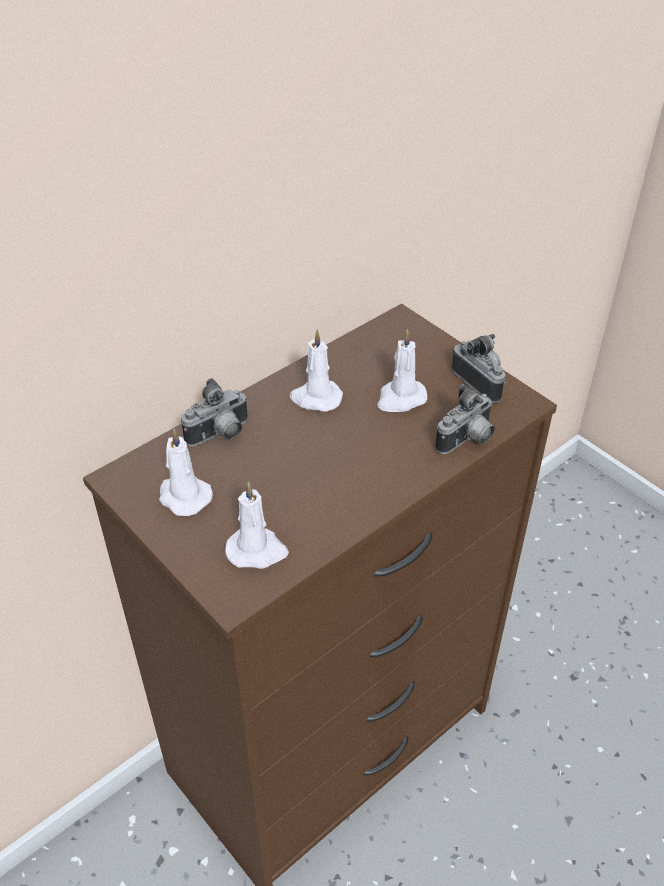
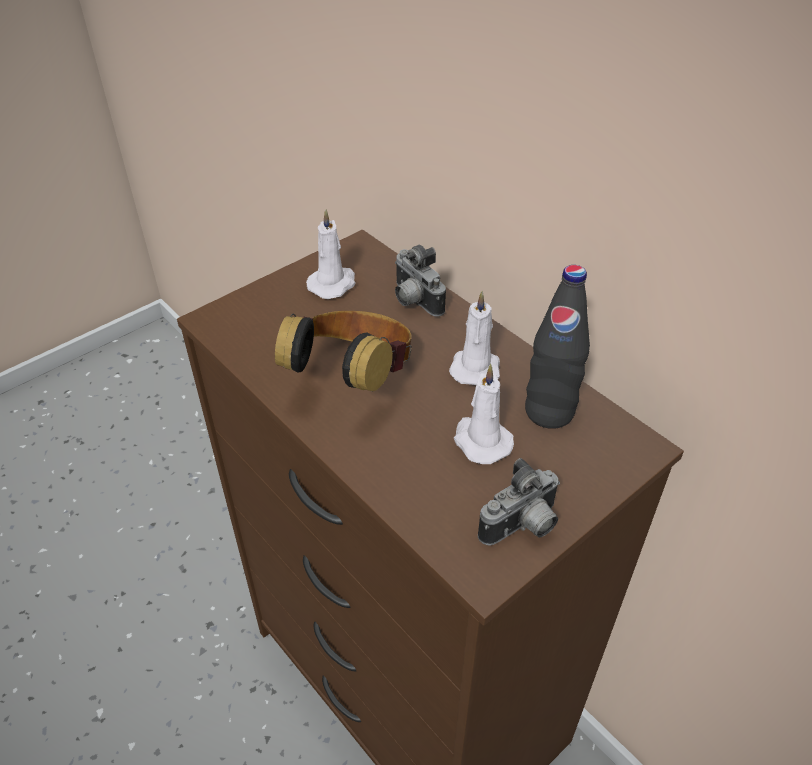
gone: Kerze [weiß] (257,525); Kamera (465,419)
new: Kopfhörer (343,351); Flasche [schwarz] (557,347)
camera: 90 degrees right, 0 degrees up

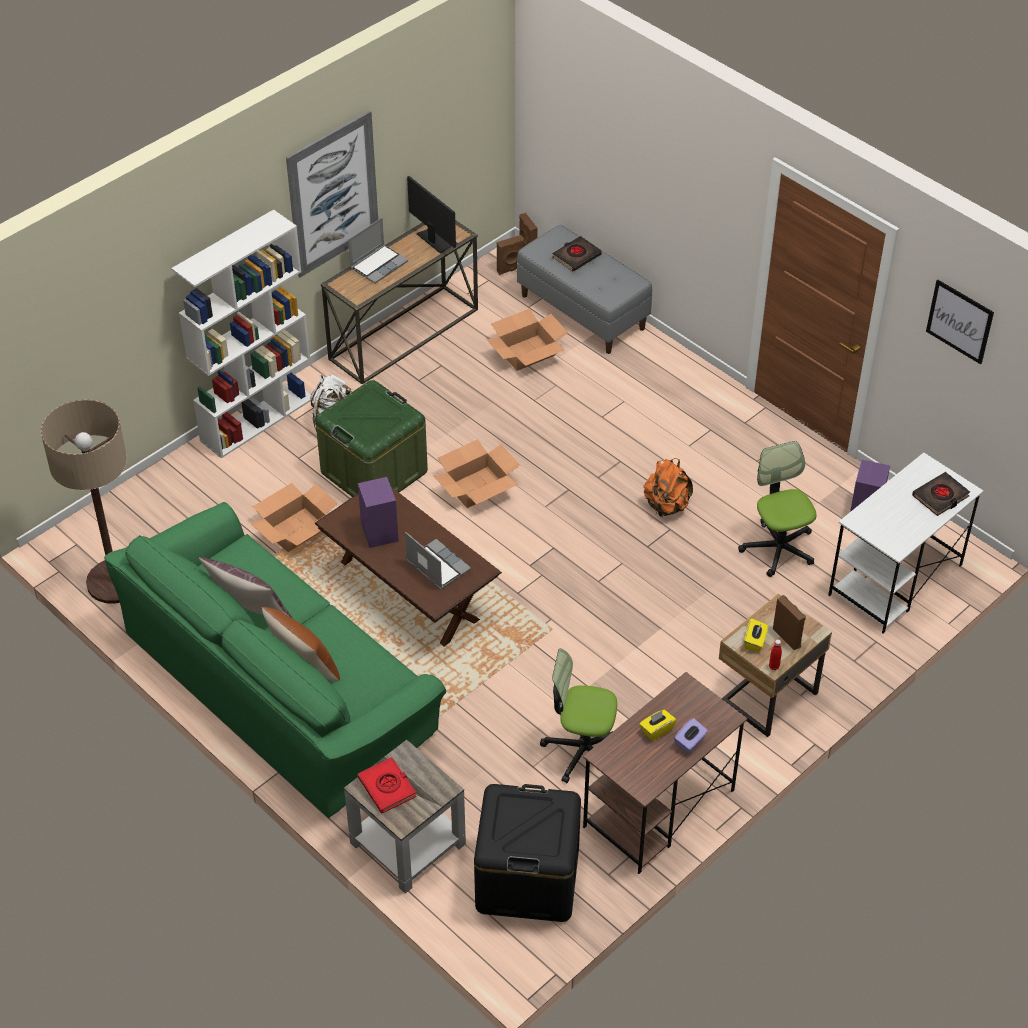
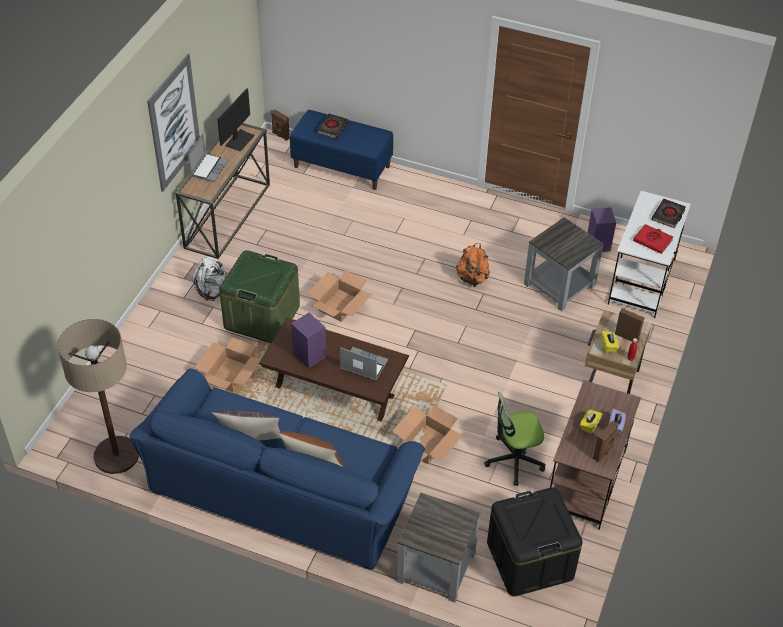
gone: Bücherregal [weiß] (242,334); Bild (960,322)
shifted: Karton (527,339) to (428,434); Lautsprecher [braun] (510,255) to (605,441); Buch [rot] (387,785) to (653,239)
swapped: Bürostuhl (777,509) to Beistelltisch [grau] (564,264)
repainted: Sofa [grün] (275,660) to Sofa [blau] (277,469); Bank [grau] (584,289) to Bank [blau] (341,150)
rotated: Monitor (432,215) = (236,119) 90 degrees clockwise
camera: 25 degrees left, 0 degrees up

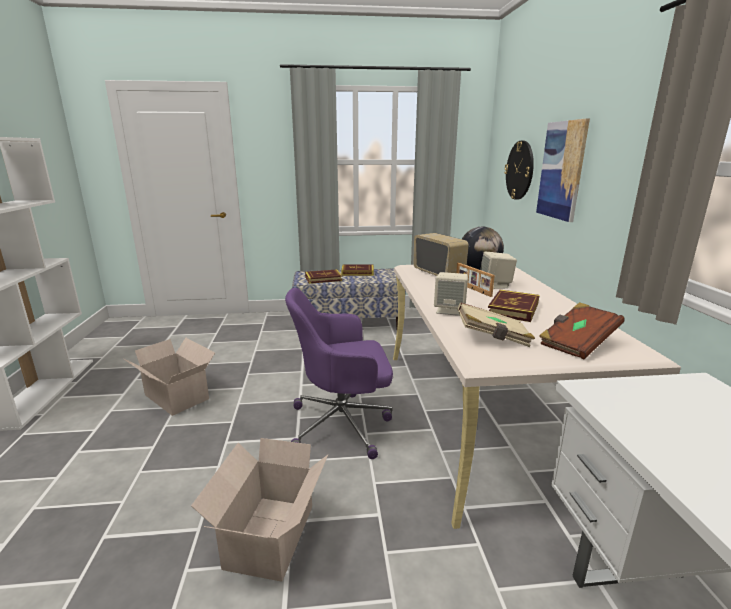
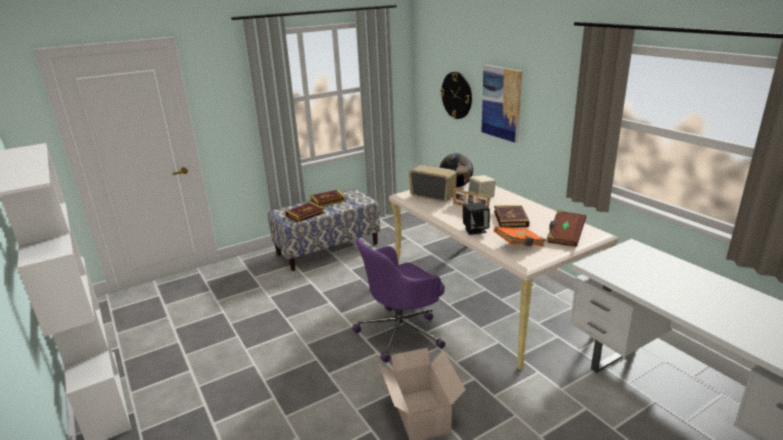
gone: Karton (169,377)
repainted: Lautsprecher [beige] (451,294) to Lautsprecher [schwarz] (476,218); Buch [beige] (496,324) to Buch [orange] (520,236)
camera: 25 degrees left, 5 degrees up

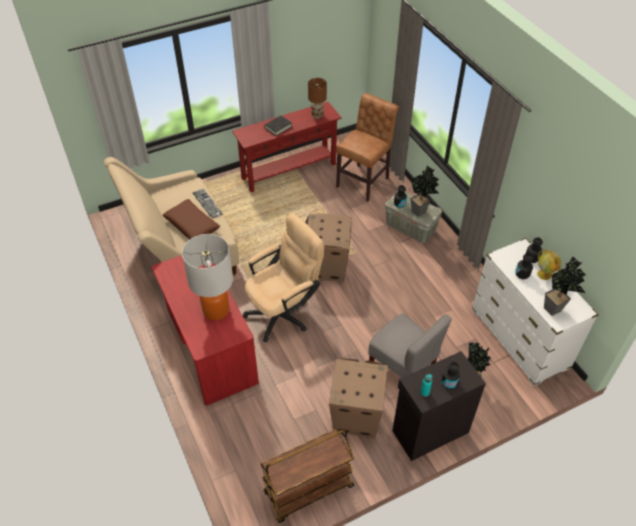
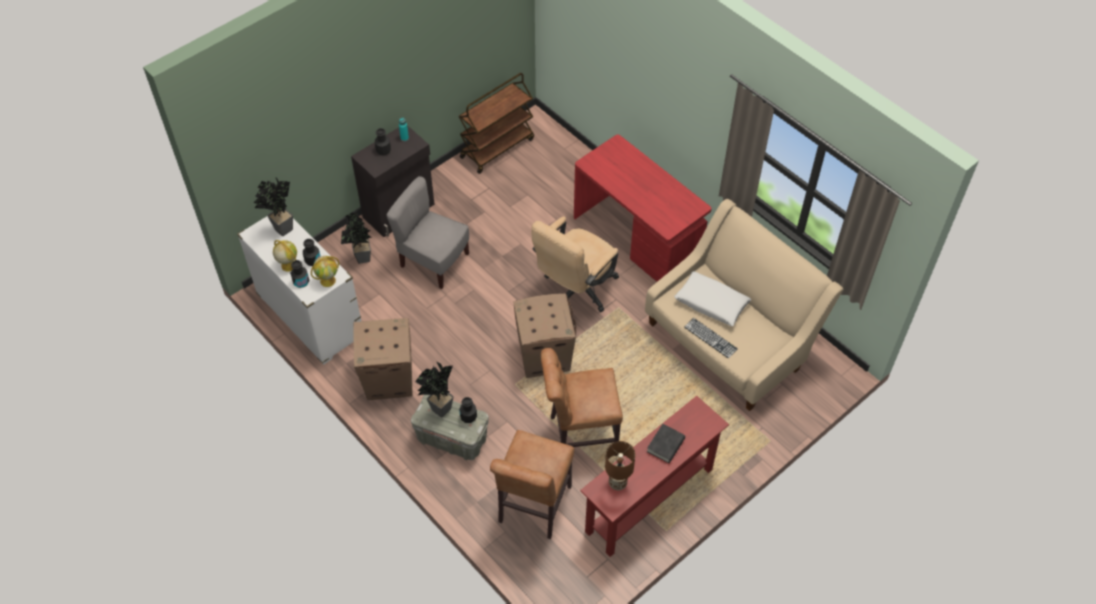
gone: Tischlampe (207,277)
new: Globus (325,271); Stuhl [braun] (582,402)
shifted: Karton (358,398) to (383,359)
repainted: Kissen [braun] (191,219) to Kissen [weiß] (712,298)
camera: 165 degrees right, 5 degrees up

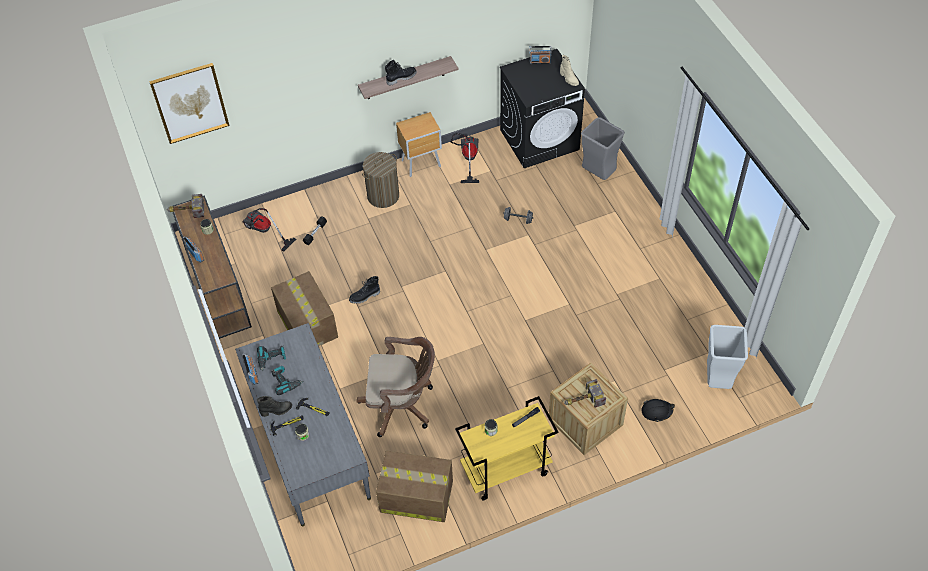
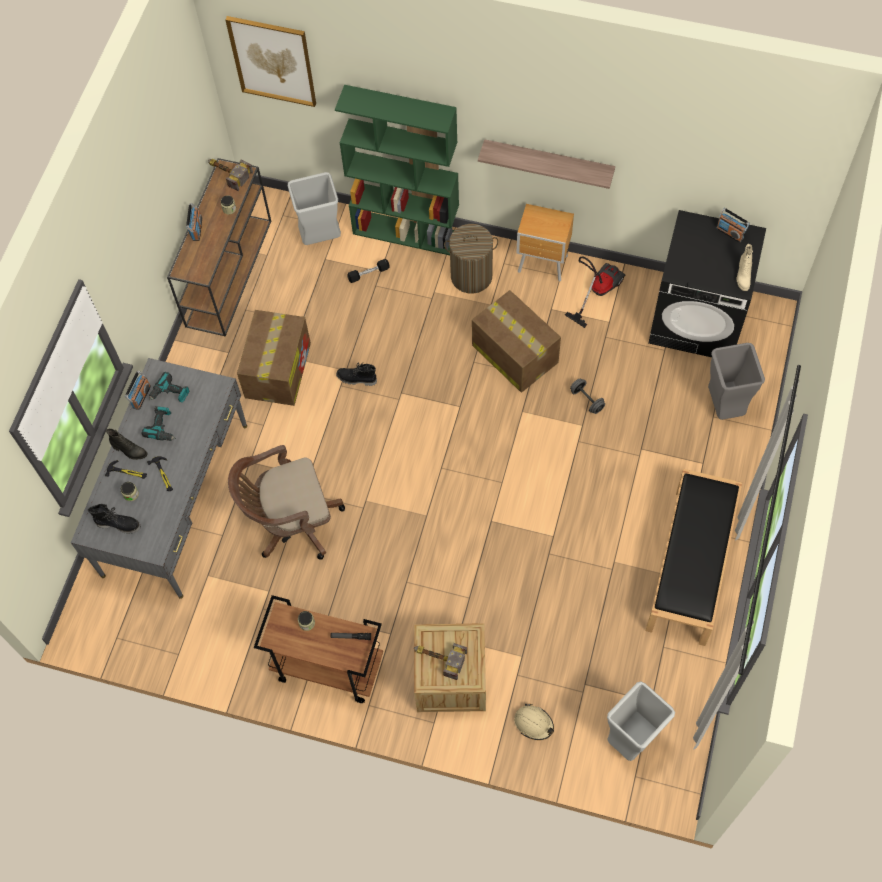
new: Bücherregal [grün] (397,170); Bank [schwarz] (694,557)
shifted: Stiefel [schwarz] (401,73) to (114,519); Karton (414,486) to (516,341)
swapped: Staubsauger (269,230) to Mülleimer [grau] (314,208)
repainted: Rollwagen [gelb] (506,448) to Rollwagen [braun] (318,649); Schutzhelm [schwarz] (658,410) to Schutzhelm [beige] (534,722)
rotated: Bürostuhl [braun] (395,387) = (286,502) 120 degrees clockwise
camera: 40 degrees right, 10 degrees up

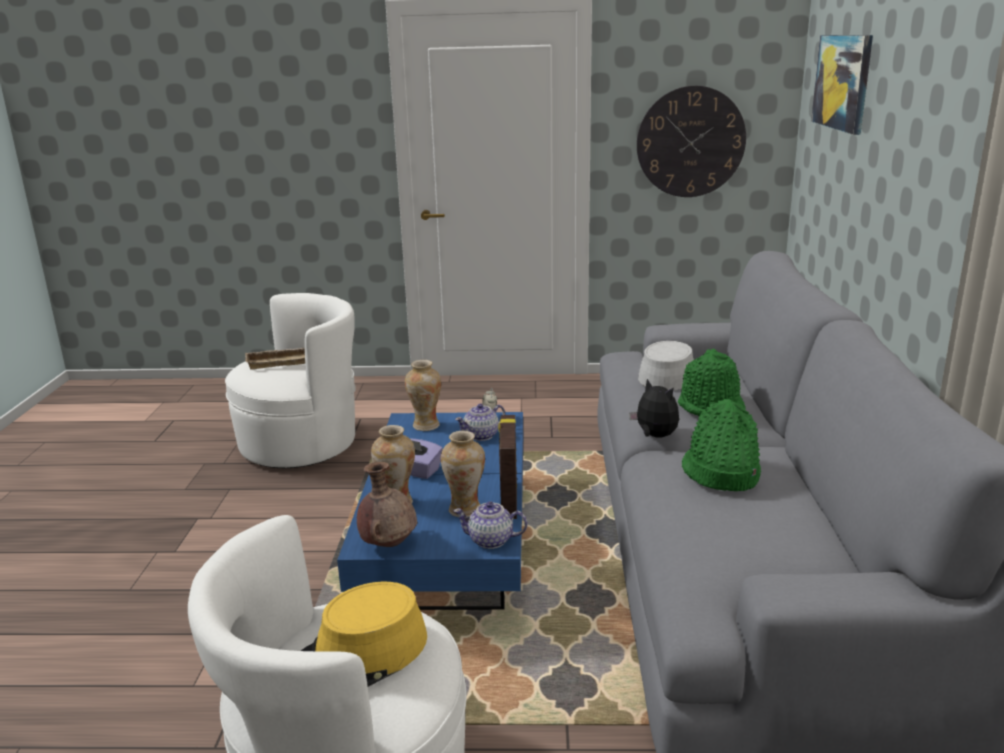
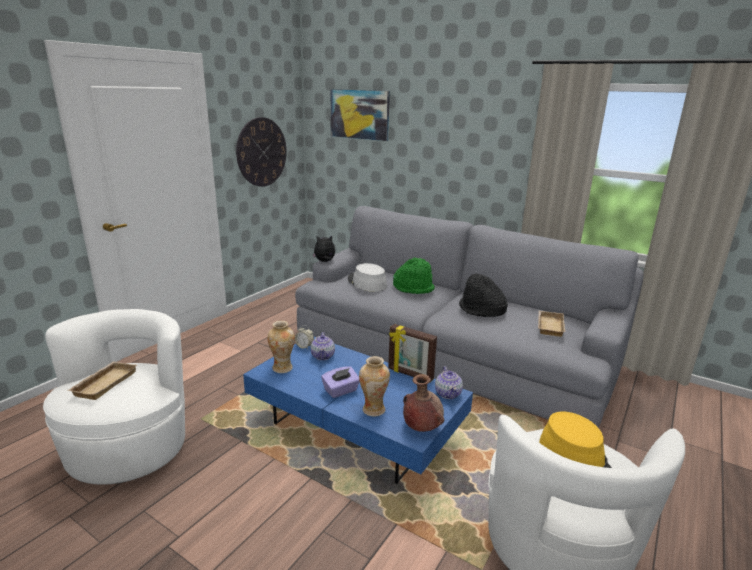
gone: Vase (463,474)
new: Tablett [beige] (552,324)
shifted: Plüschtier (654,408) to (324,249)
repainted: Hut [grün] (721,445) to Hut [schwarz] (483,295)
rotated: Teekanne (490,525) = (449,382) 45 degrees counterclockwise
camera: 60 degrees left, 0 degrees up

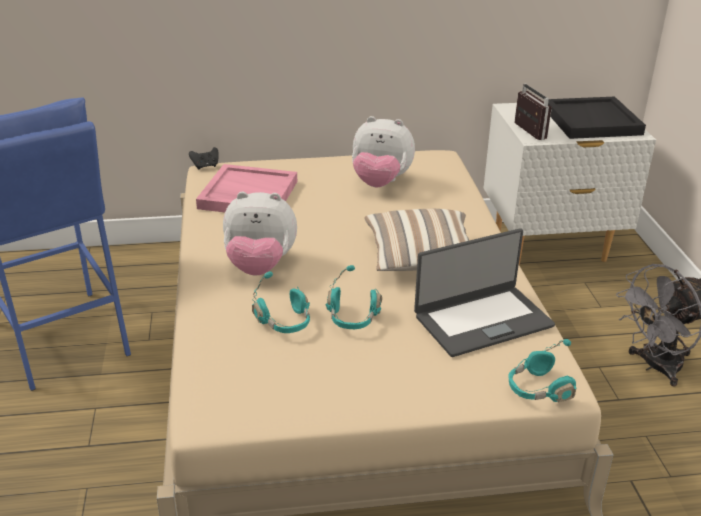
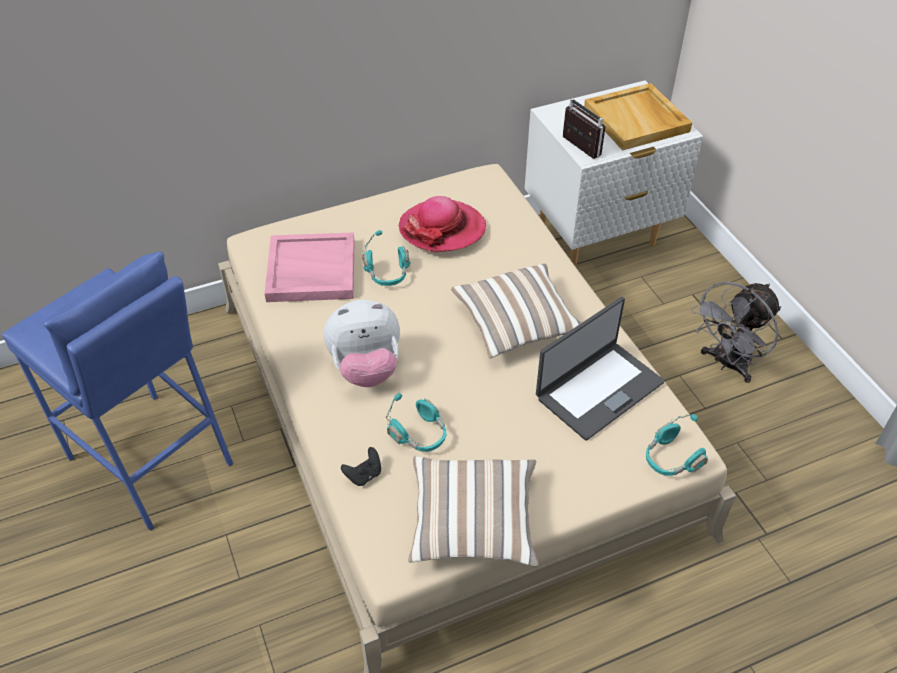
new: Kissen (473,511)
shifted: Gamepad [schwarz] (204,158) to (361,466); Kopfhörer [türkis] (354,297) to (386,258)
swapped: Plüschtier (383,151) to Hut (442,224)
repainted: Tablett [schwarz] (597,118) to Tablett [beige] (638,117)
camera: 15 degrees left, 15 degrees up

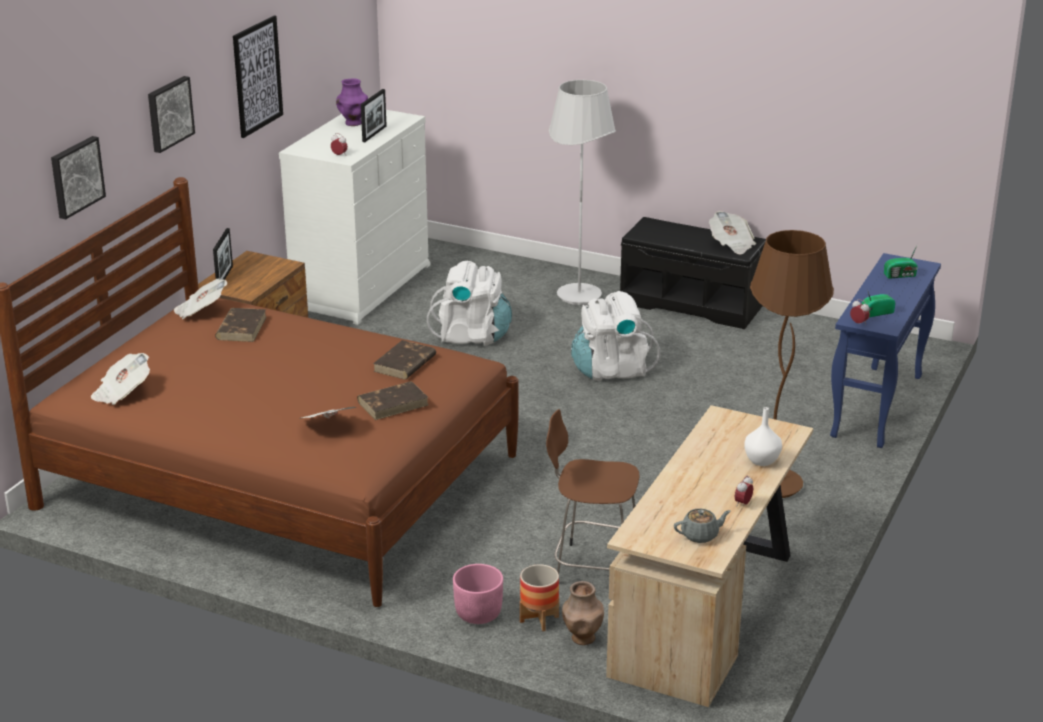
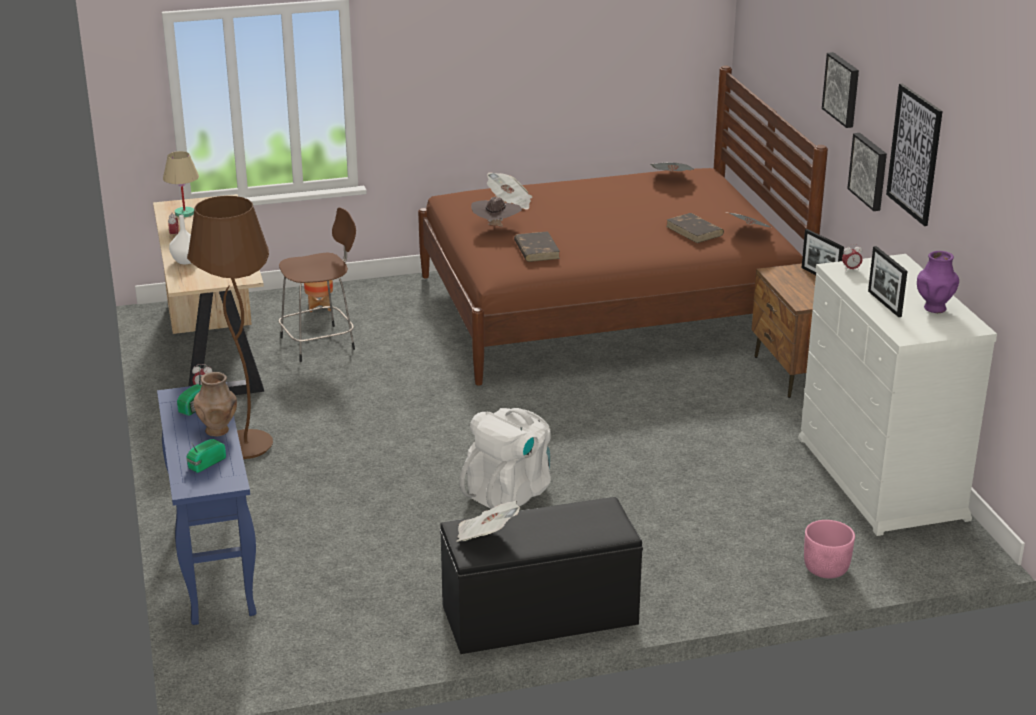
gone: Rucksack [weiß] (469,303); Stehlampe [weiß] (582,192)
shifted: Vase [braun] (583,613) to (215,404); Pflanzkübel [rosa] (478,594) to (829,549); Bild (78,177) to (867,172)
swapped: Teekanne [grau] (702,526) to Tischlampe [beige] (181,184); Buch [braun] (392,400) to Hut [braun] (496,212)
camera: 140 degrees right, 0 degrees up

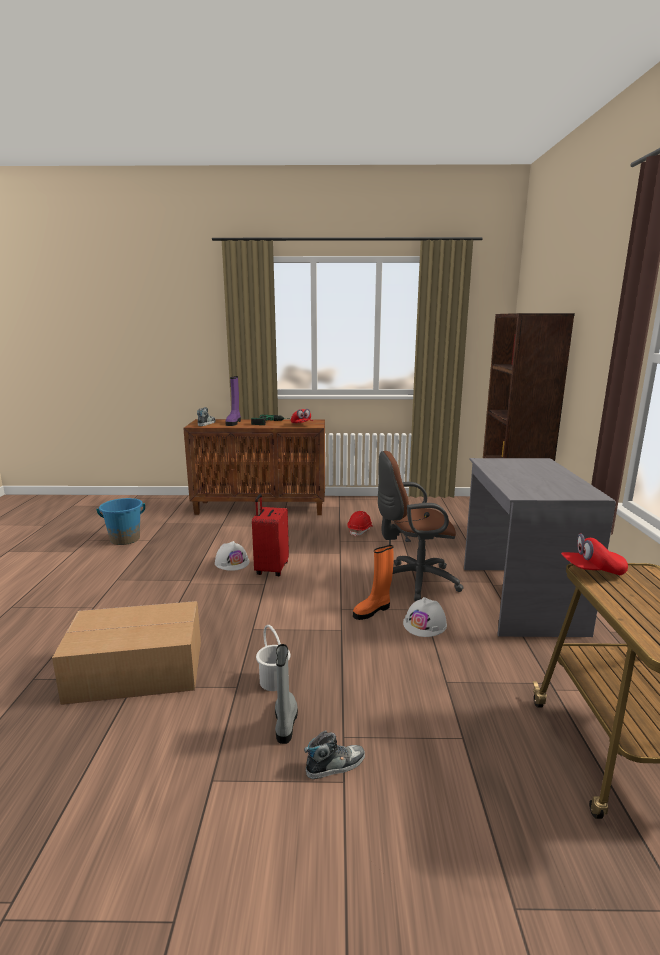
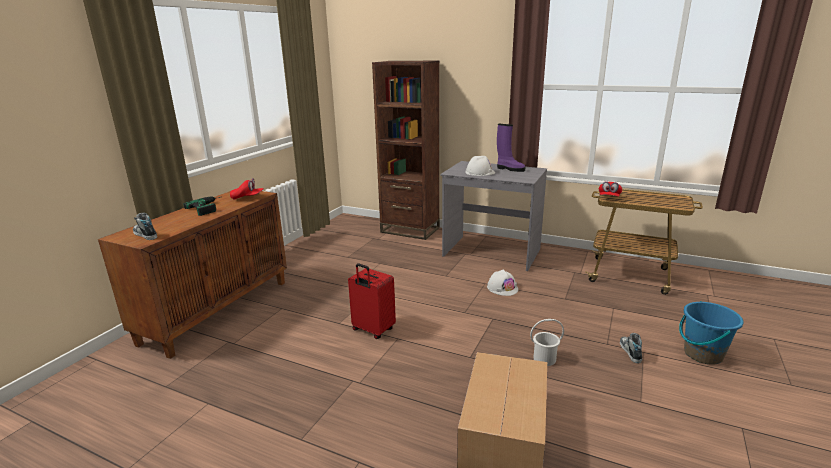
gone: Stiefel [grau] (286,694); Schutzhelm [rot] (360,524); Stiefel [orange] (373,582); Bürostuhl [braun] (421,526)
shifted: Schutzhelm [weiß] (232,556) to (480,166); Stiefel [lila] (233,401) to (511,148); Eimer [blau] (120,521) to (711,333)
camera: 65 degrees left, 5 degrees up

